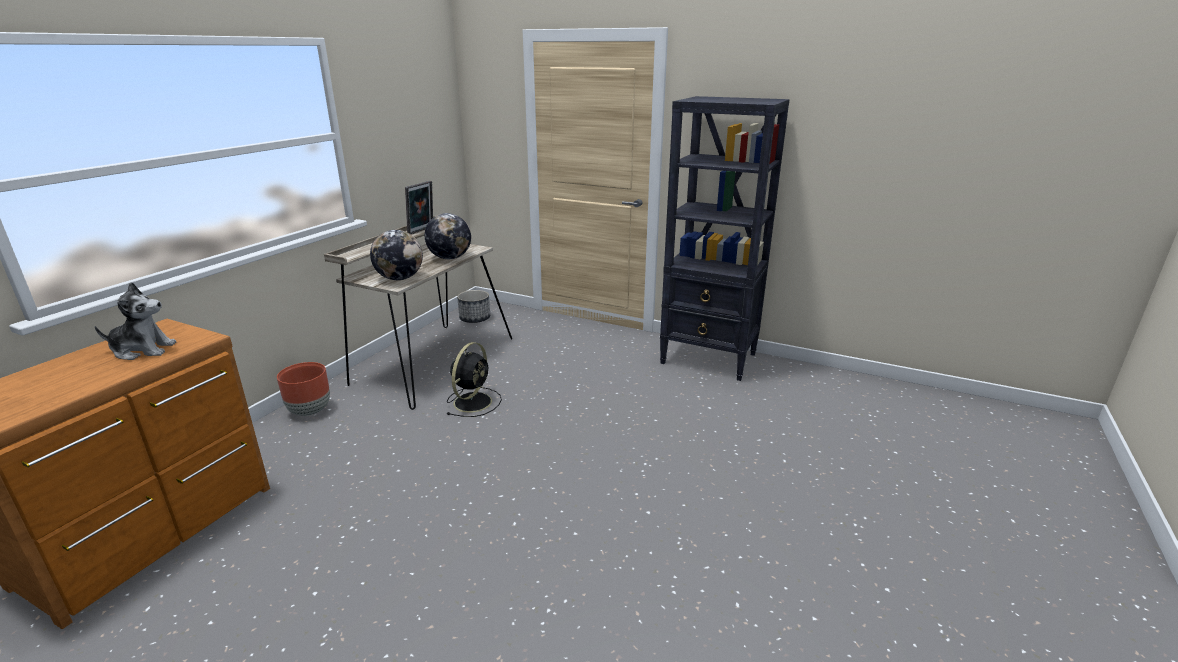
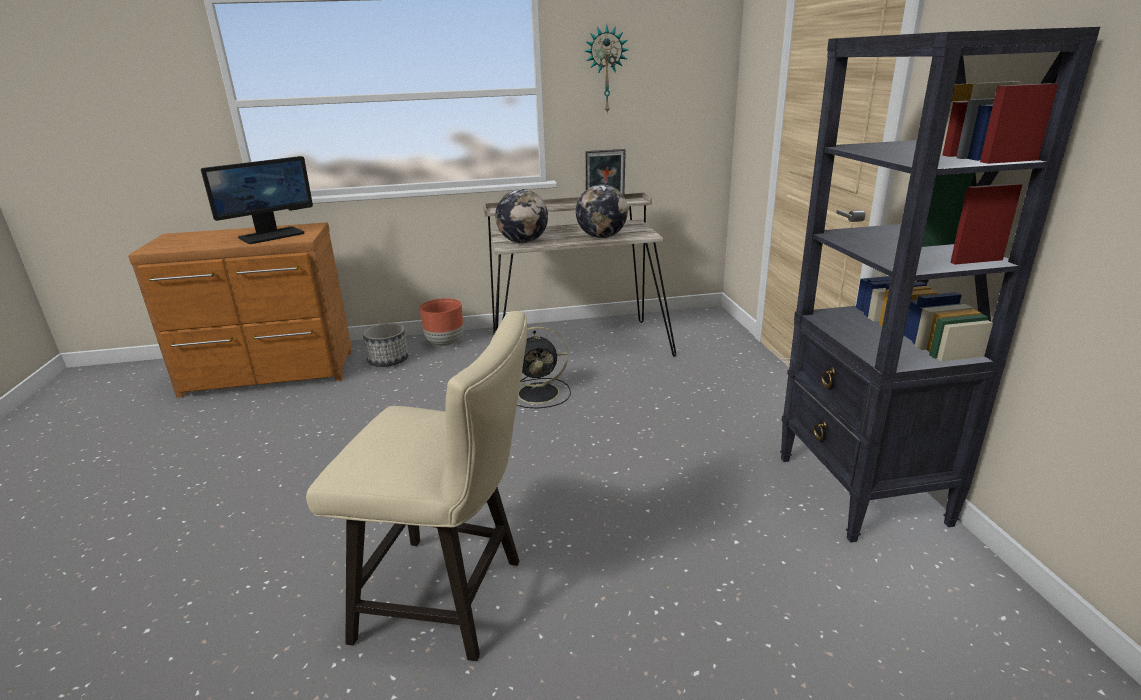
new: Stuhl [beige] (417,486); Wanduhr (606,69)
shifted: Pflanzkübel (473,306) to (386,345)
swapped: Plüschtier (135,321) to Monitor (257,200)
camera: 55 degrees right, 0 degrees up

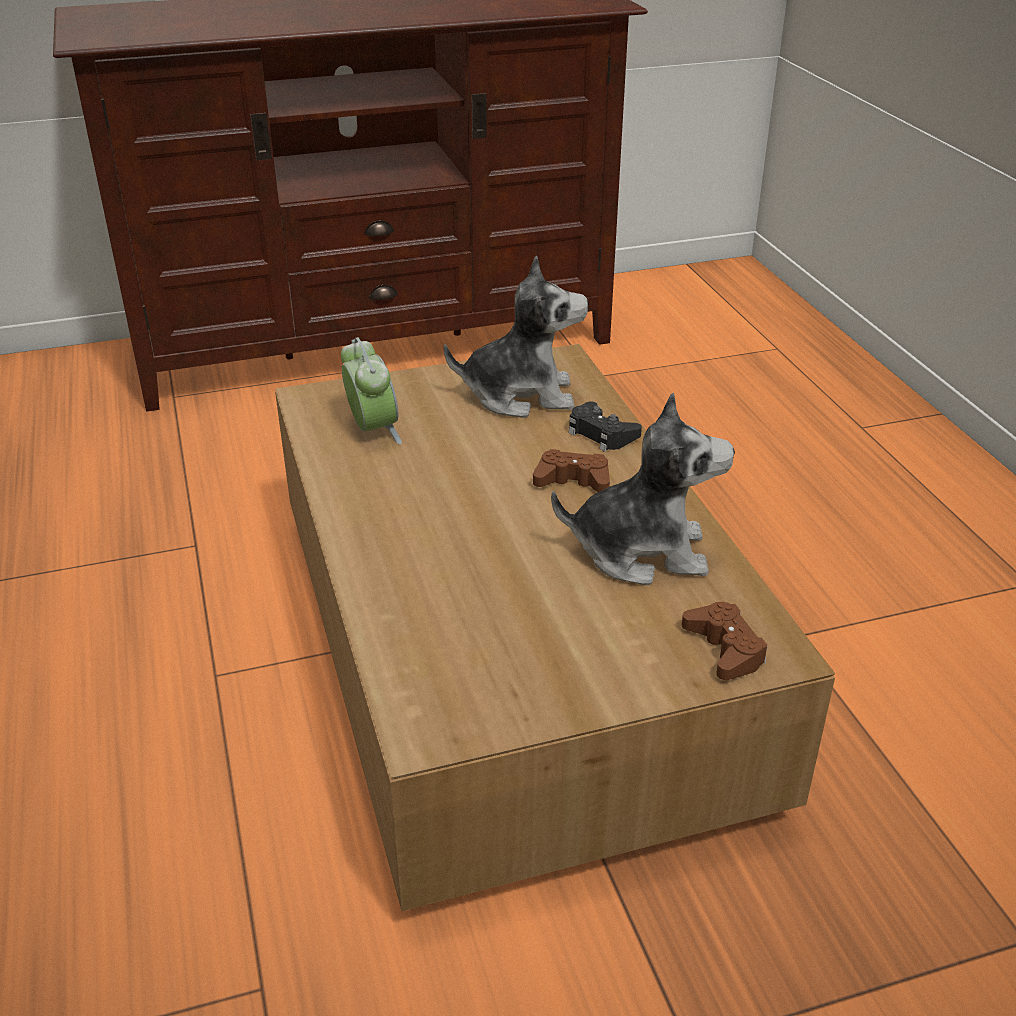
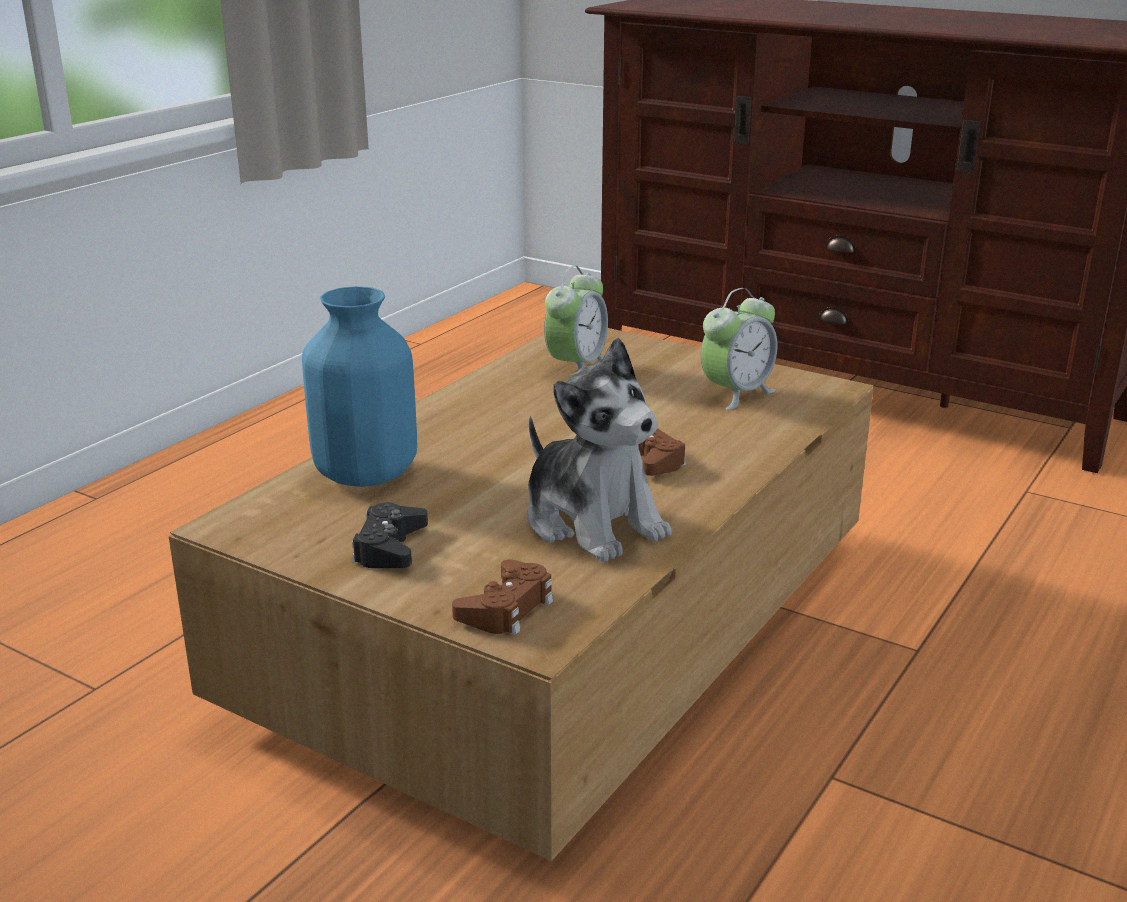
new: Vase [blau] (359,386)
shifted: Gamepad [schwarz] (605,426) to (390,535)
swapped: Plüschtier (516,337) to Wecker (739,349)
camera: 50 degrees right, 10 degrees down

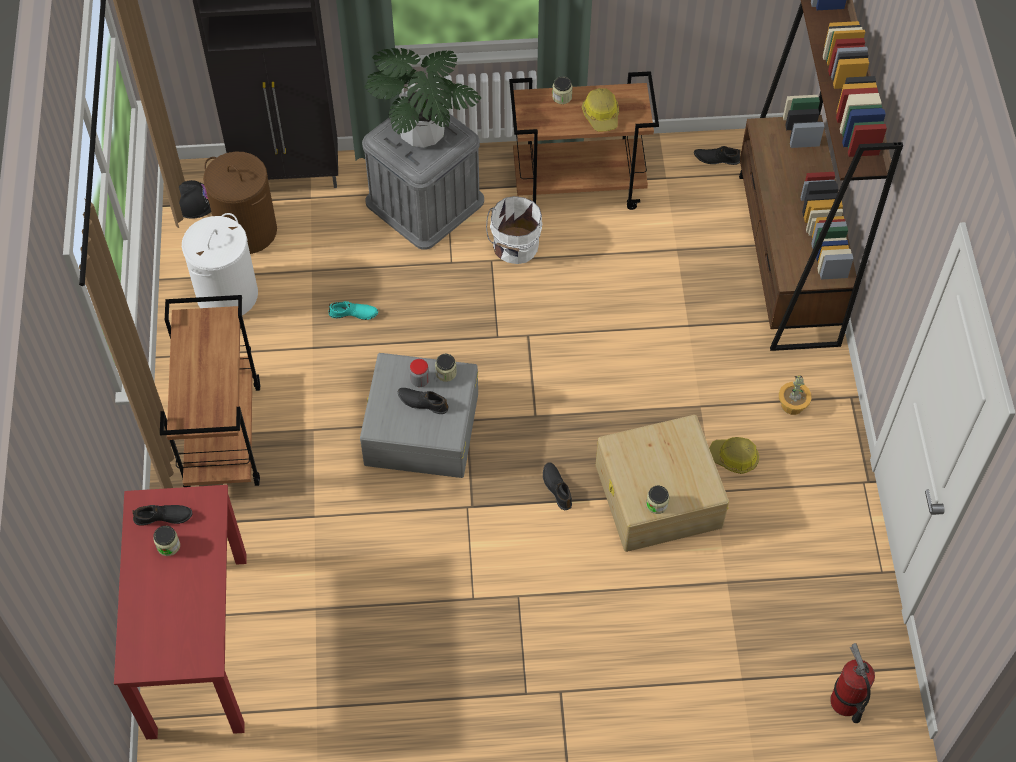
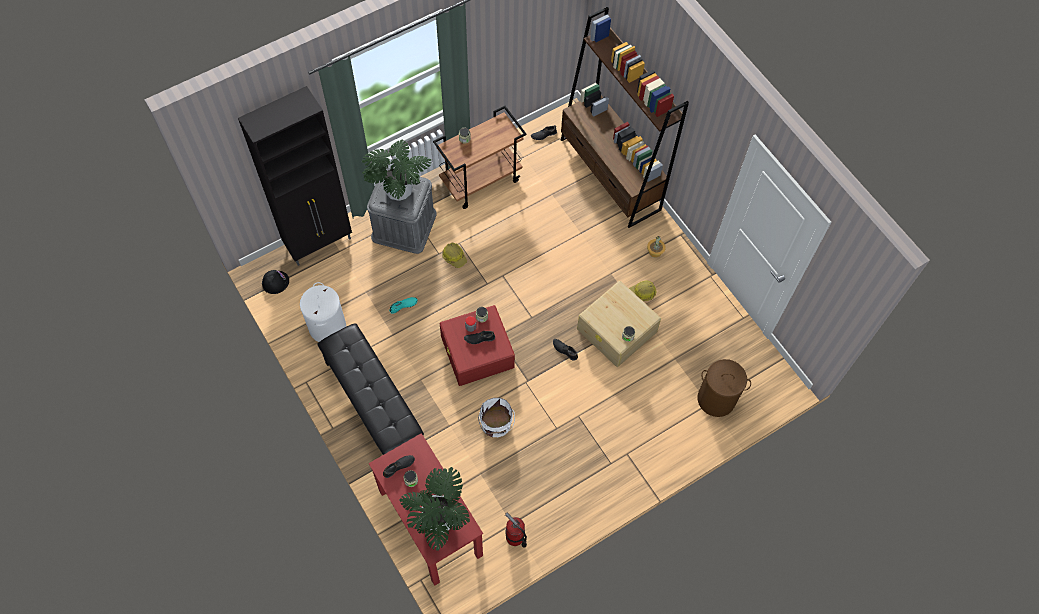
new: Topfpflanze (434,509)
shifted: Schutzhelm (600,109) to (454,255); Eimer [weiß] (514,230) to (496,417); Feuerlöscher (852,683) to (516,530); Wäschekorb [braun] (240,202) to (724,388)
swapped: Rollwagen [braun] (210,391) to Bank [schwarz] (370,389)
repainted: Aufbewahrungsbox [grau] (419,415) to Aufbewahrungsbox [rot] (477,345)
camera: 30 degrees left, 5 degrees up

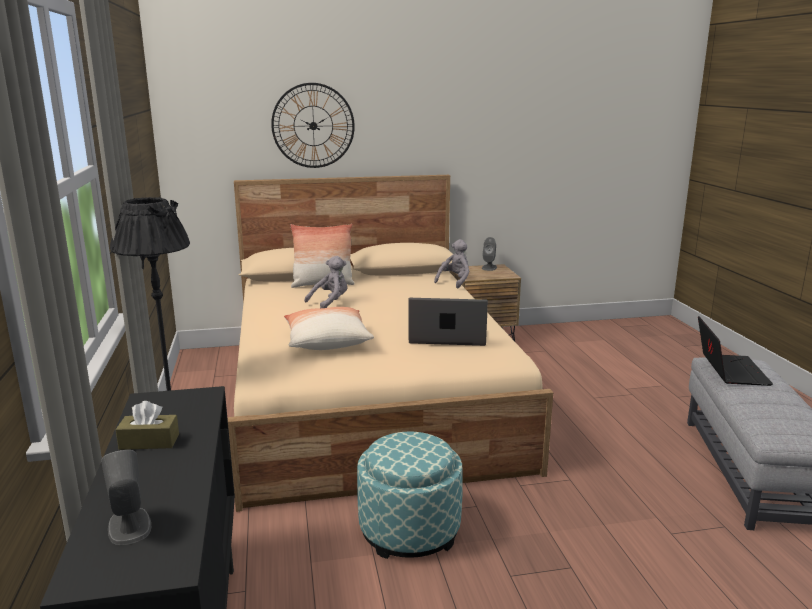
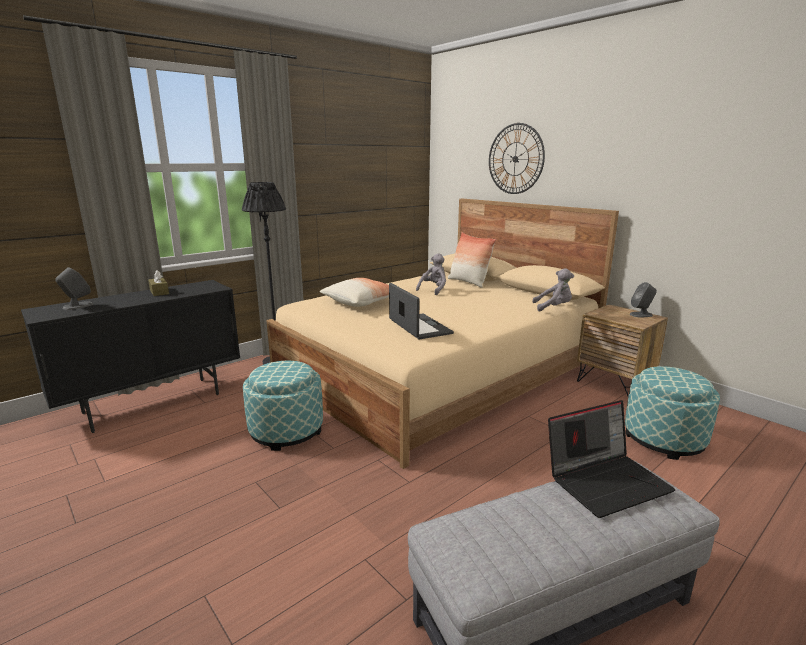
new: Polsterhocker (672,413)
rotated: Plüschtier [grau] (325,282) = (431,274) 75 degrees counterclockwise
camera: 60 degrees right, 0 degrees up

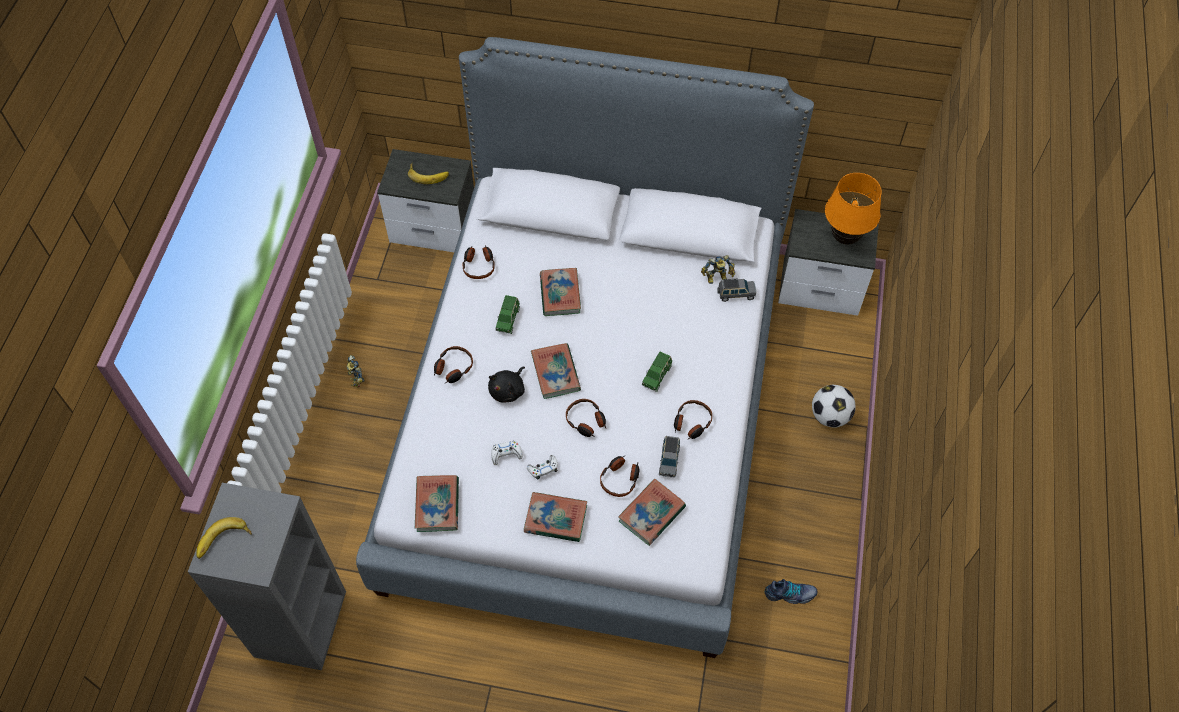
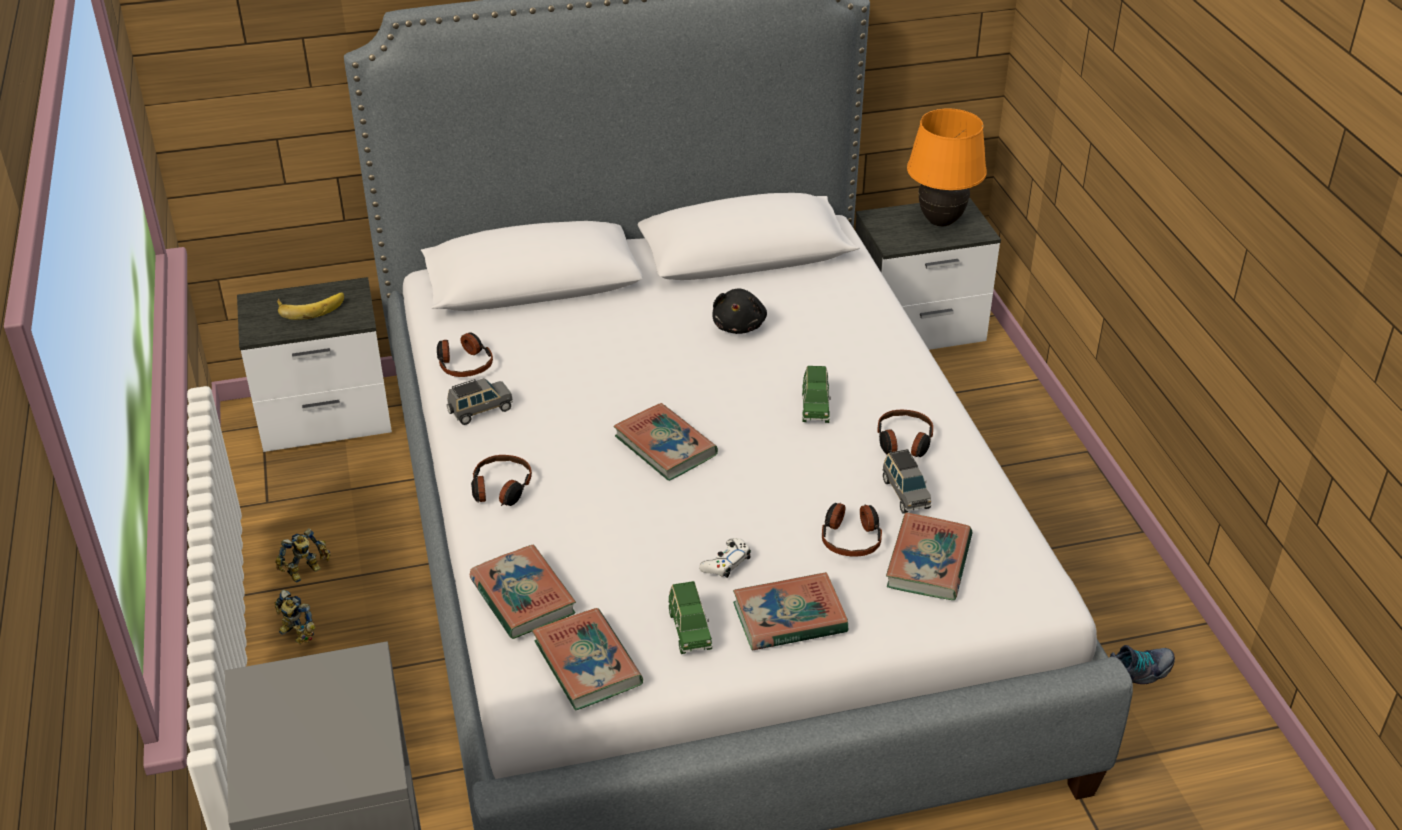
gone: Banane (224,538); Gamepad [weiß] (507,453); Kopfhörer (586,418); Fußball (834,406)
shifted: Spielzeugroboter (718,269) to (303,555); Spielzeugauto [grau] (736,290) to (480,401); Buch (560,292) to (523,592); Spielzeugauto [grün] (508,314) to (690,617); Plüschtier [schwarz] (506,384) to (739,311)
camera: 25 degrees left, 20 degrees down

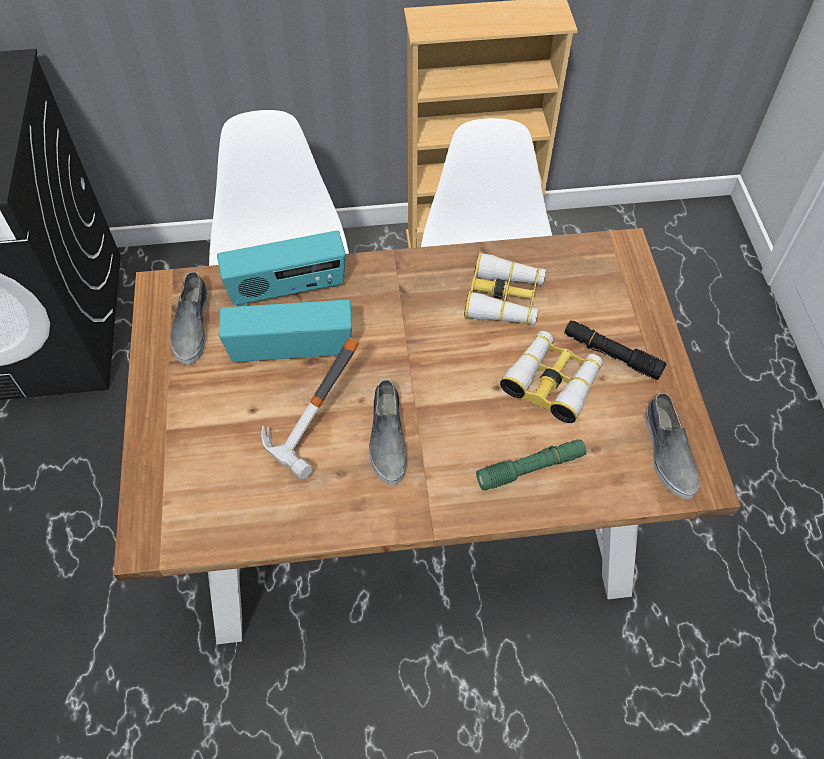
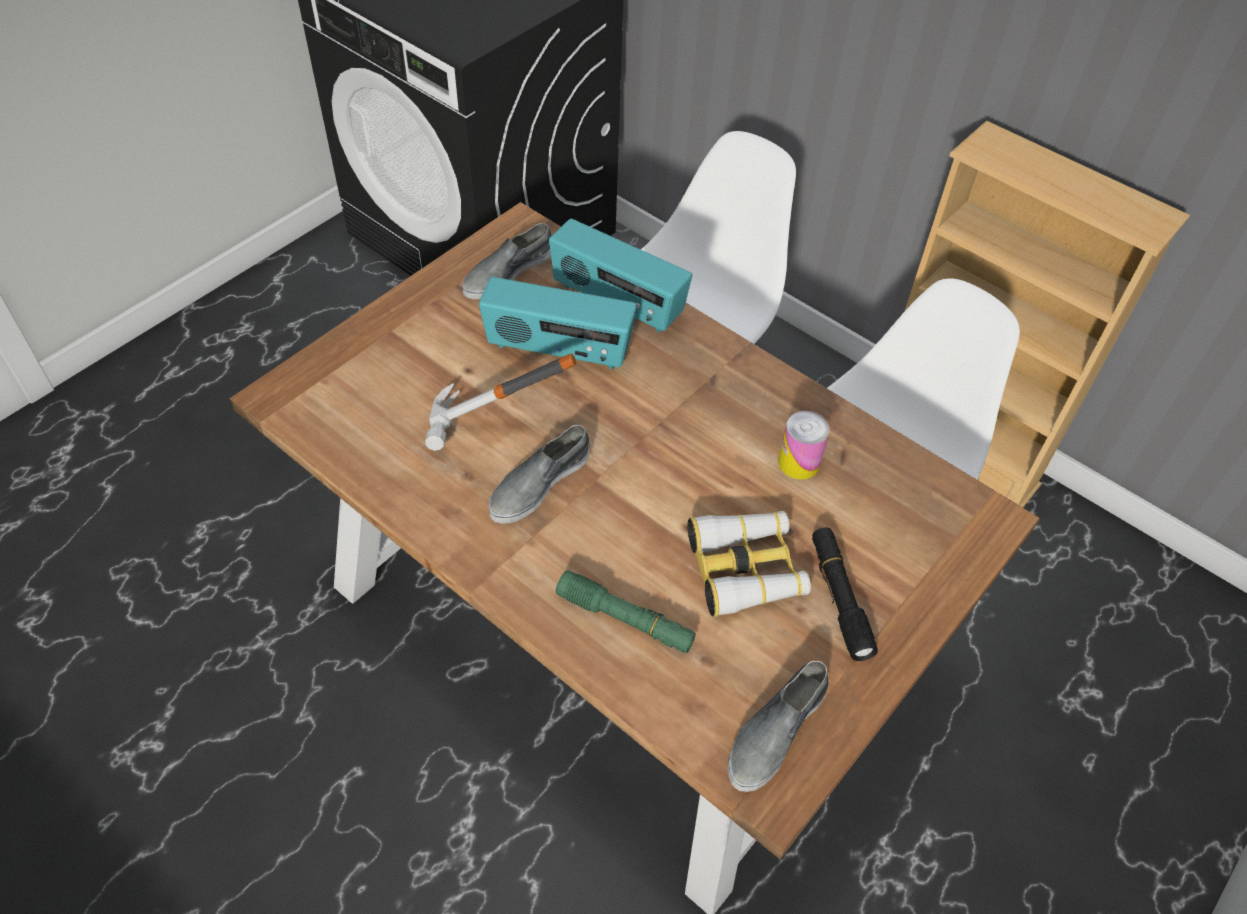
swapped: Fernglas (505,288) to Dose (804,445)
rotated: Radio (285,330) = (558,323) 150 degrees clockwise
camera: 45 degrees right, 5 degrees down

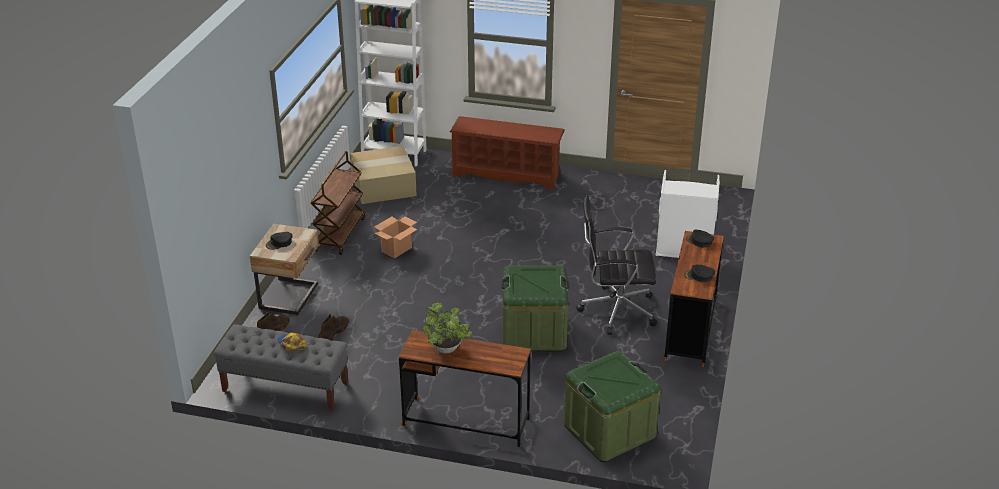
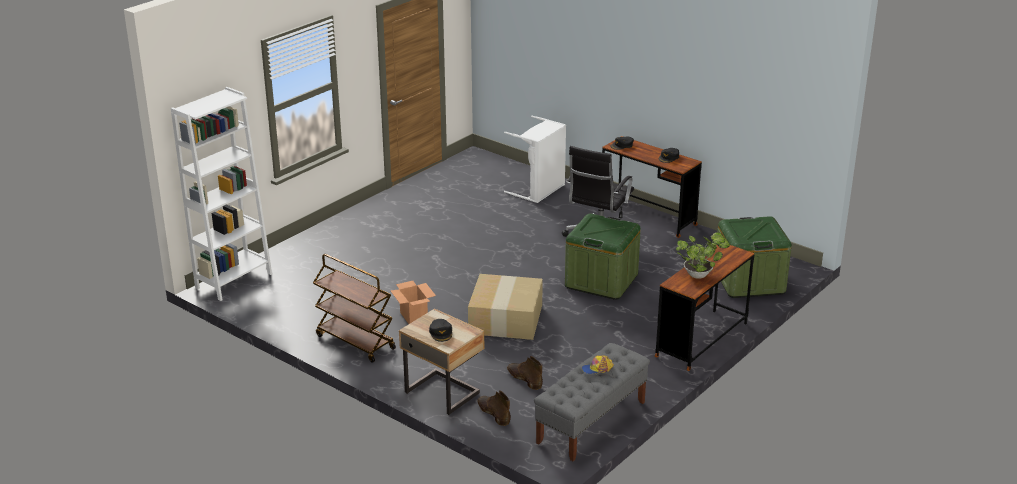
gone: Schuhregal [braun] (507,152)
shifted: Karton (383,175) to (505,307)
camera: 65 degrees left, 5 degrees down

